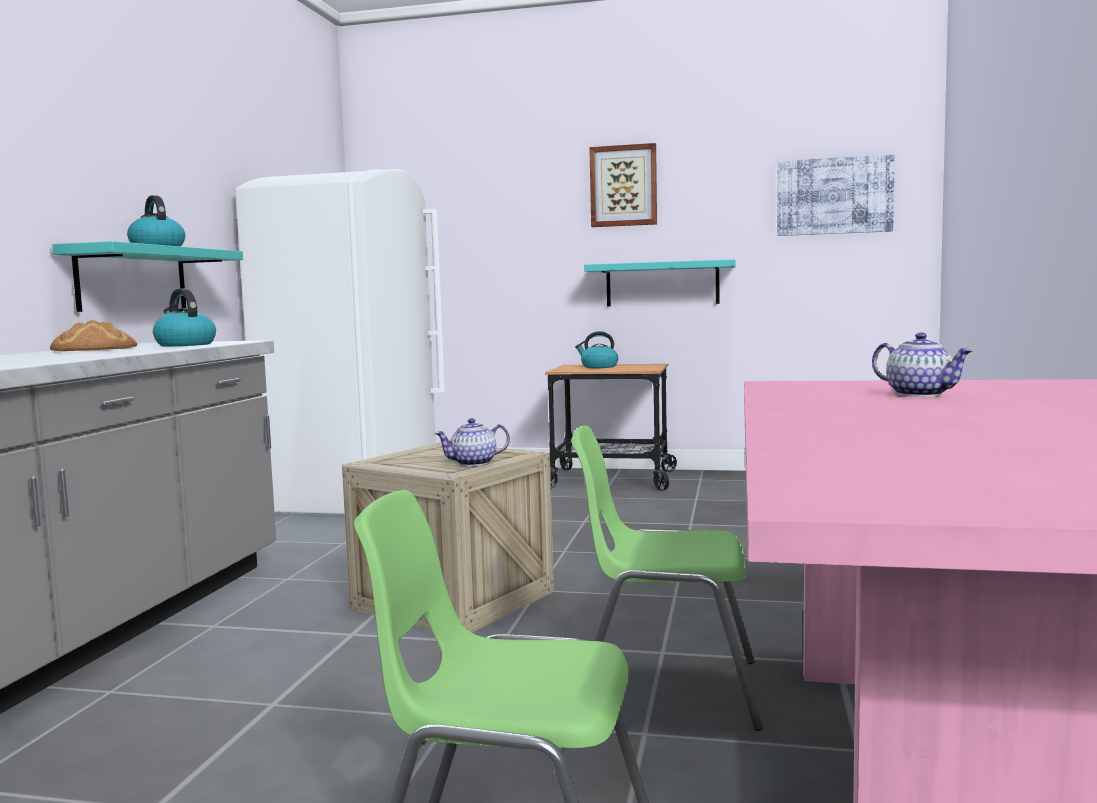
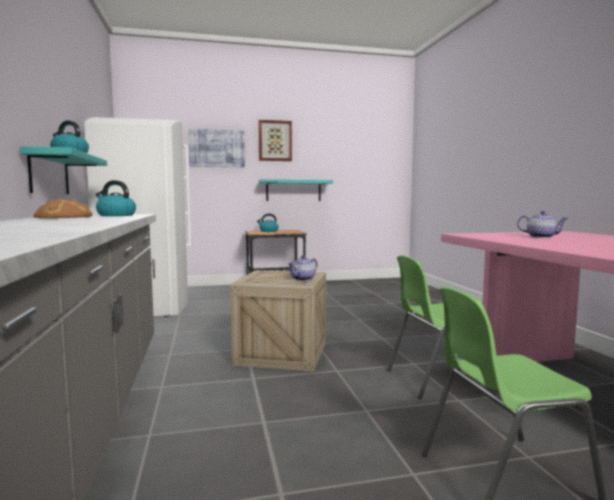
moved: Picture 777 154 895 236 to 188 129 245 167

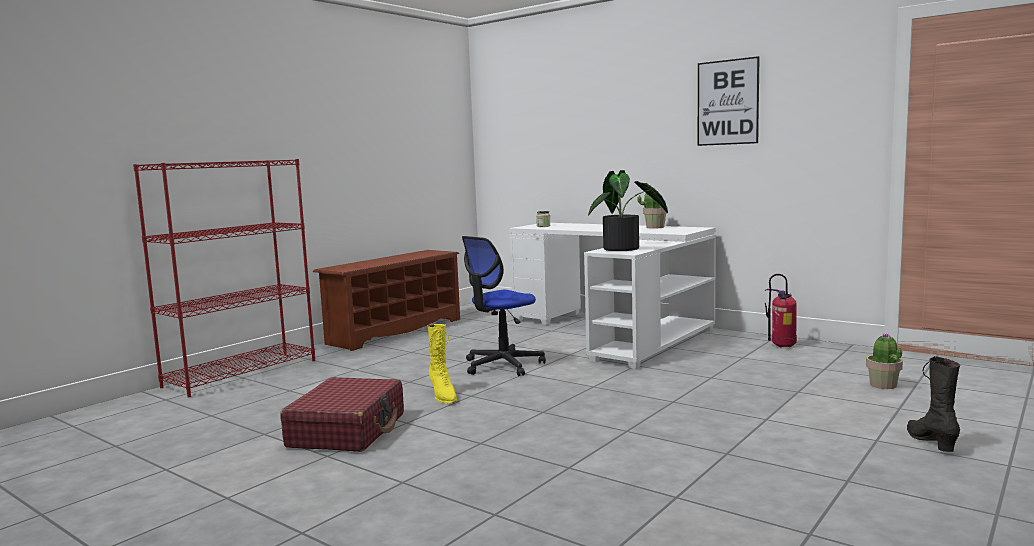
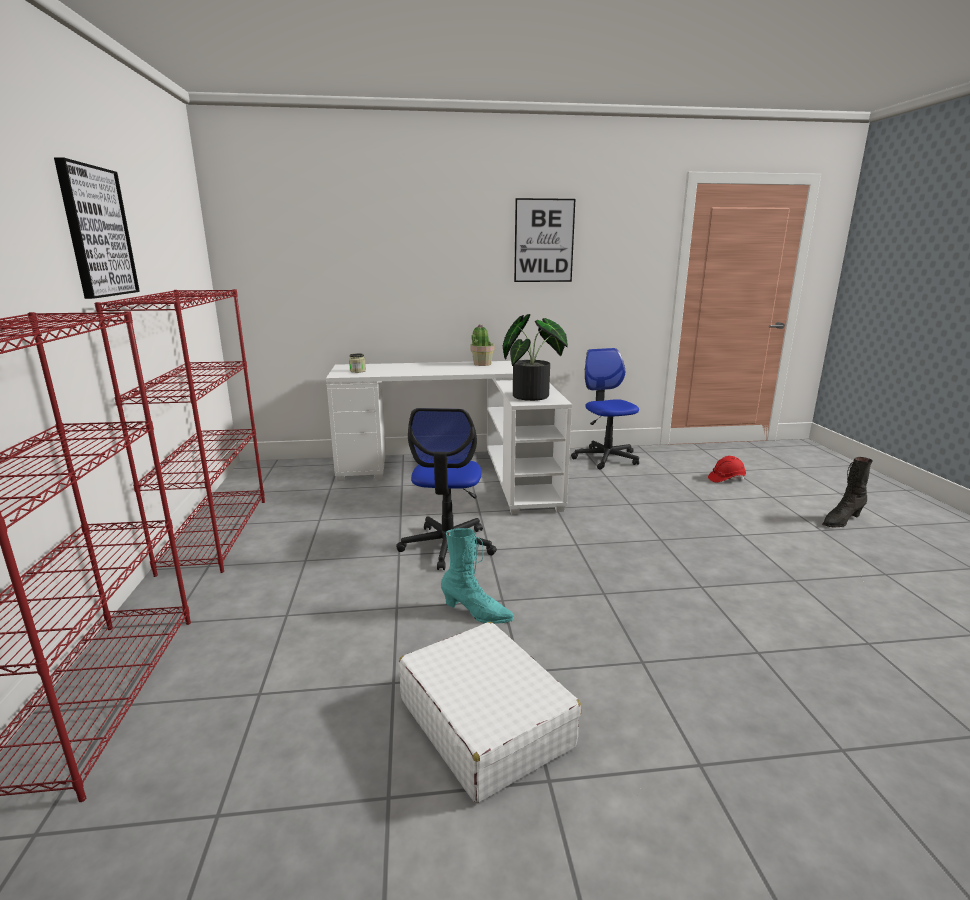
added: Picture 54 157 140 299
replaced: BrownShoeRack 313 250 460 351 to RedBookcase 94 289 265 577; FireExtinguisher 765 274 797 347 to OfficeChair 571 348 639 470; PottedPlant 866 333 903 389 to RedHardHat 708 456 746 482
recoloured: RedSuitcase 280 377 404 452 to WhiteSuitcase 398 622 581 803; YellowBoot 428 324 457 403 to TurquoiseBoot 441 528 514 624
turned: BlackBoot 907 356 960 452 = 822 457 873 528 75 degrees counterclockwise

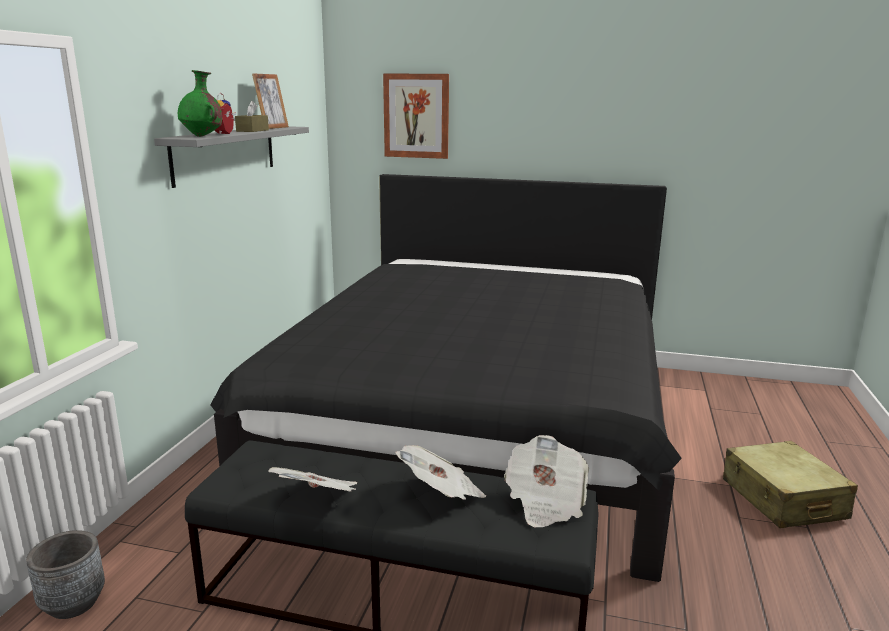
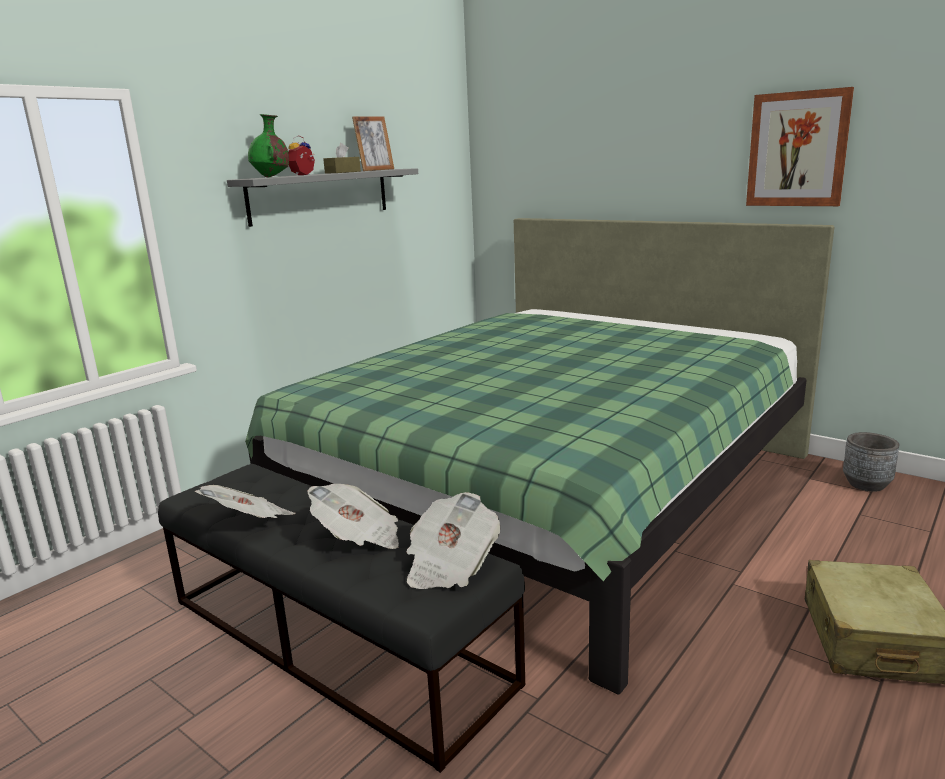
moved: GreyPlanter 26 530 105 619 to 843 432 899 492; Picture 383 73 449 159 to 746 87 854 206
recoloured: BlackBed 210 174 682 582 to GreenBed 245 218 834 695

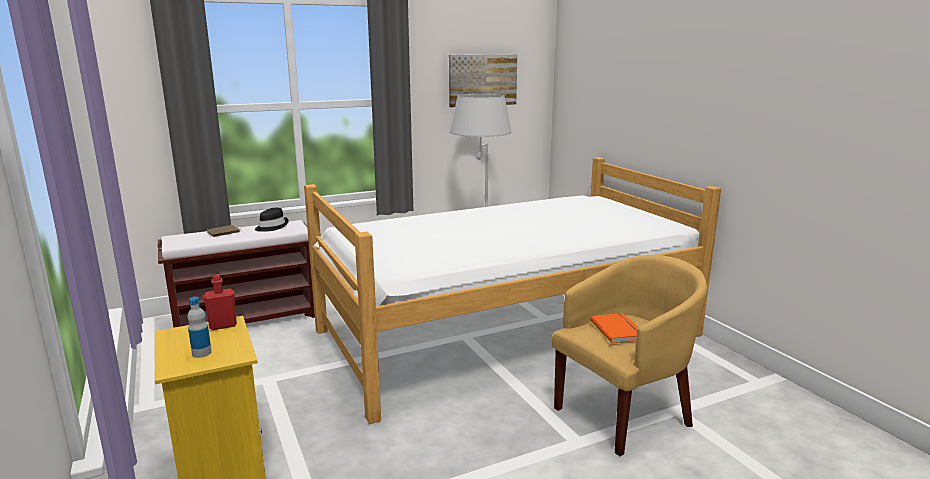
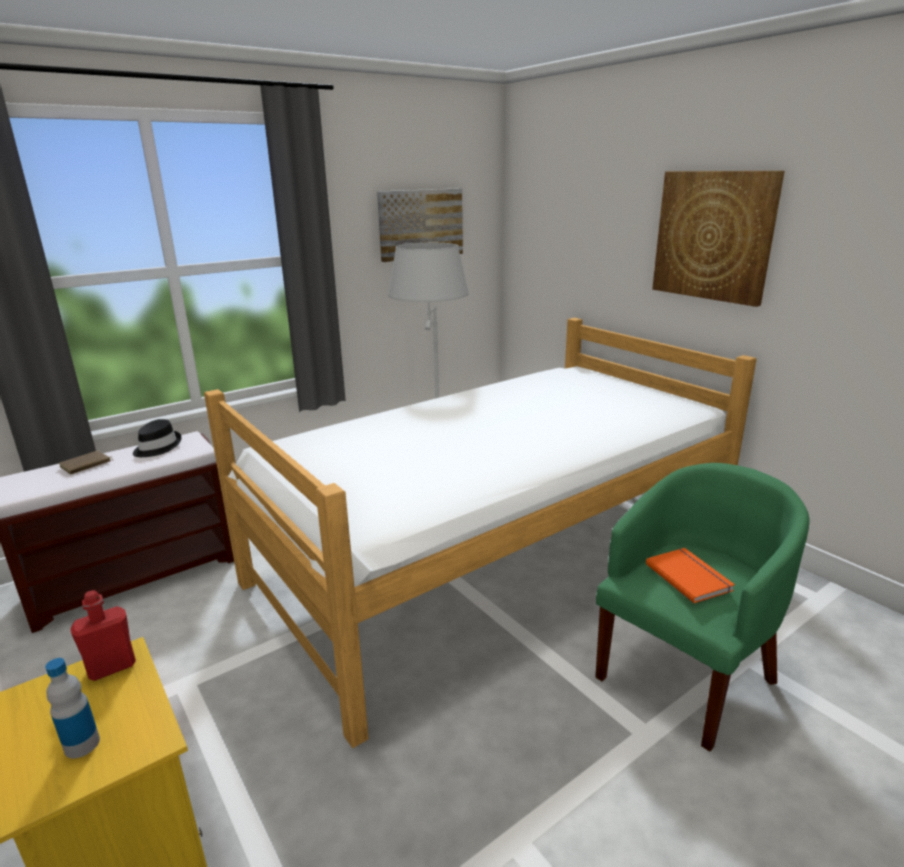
added: Picture 652 171 785 307
recoloured: YellowArmchair 552 255 707 456 to GreenArmchair 595 463 810 751

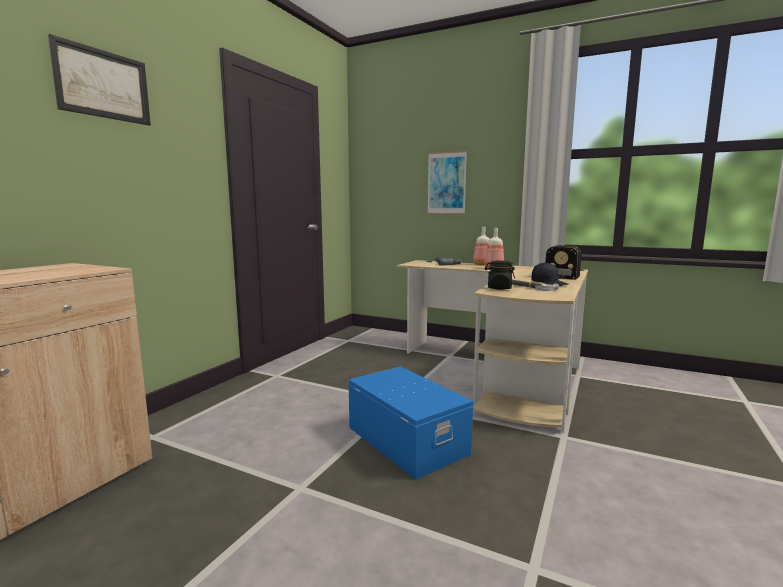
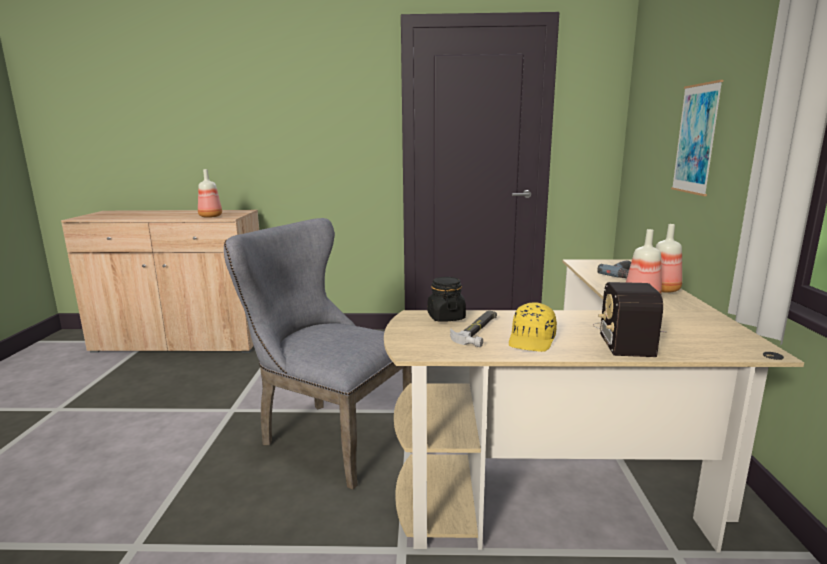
removed: Picture 48 34 151 126
added: Bottle 198 169 222 218
replaced: BlueStorageBox 349 366 473 480 to GreyChair 224 218 412 490
recoloured: BlackCap 531 262 568 286 to YellowCap 509 302 557 352

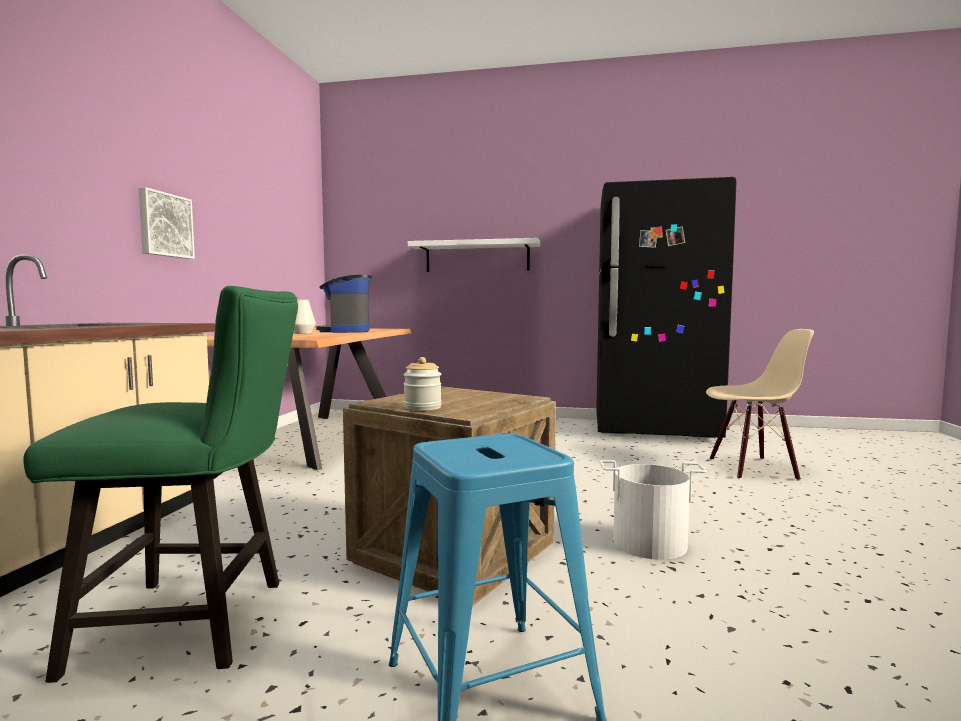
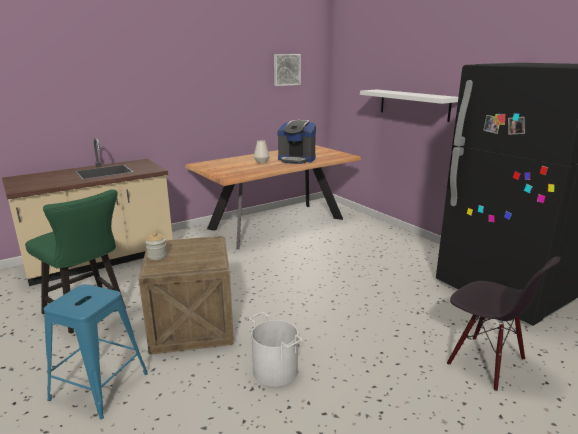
moved: Picture 139 187 195 259 to 274 54 301 86
recoloured: BeigeChair 706 329 814 481 to BlackChair 447 257 561 392
turned: CoffeeMachine 316 275 372 333 = 278 120 316 164 105 degrees counterclockwise

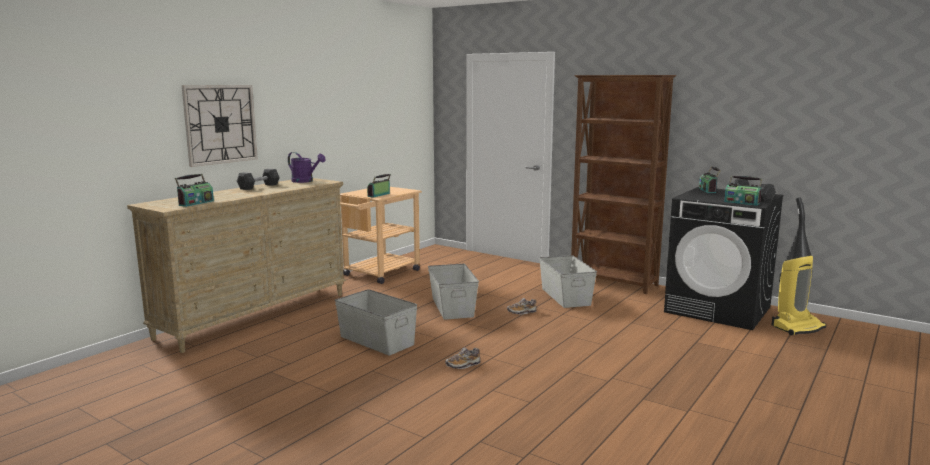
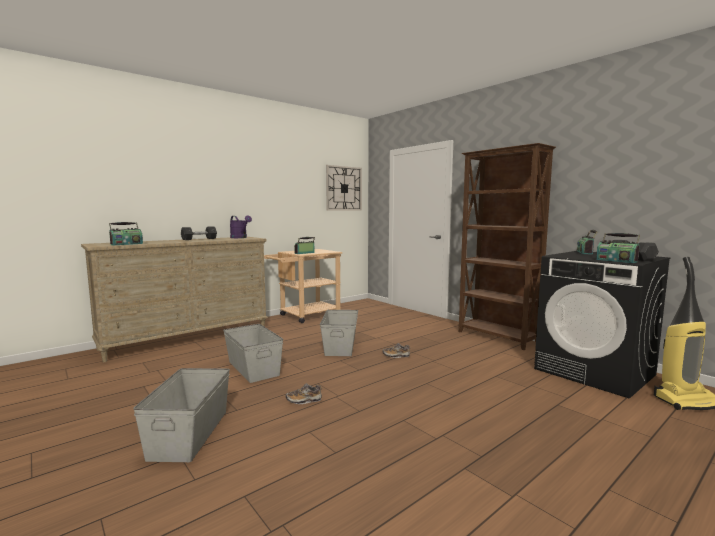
moved: WallClock 182 85 258 167 to 326 165 362 211; GreyStorageBox 539 255 597 308 to 133 368 230 462

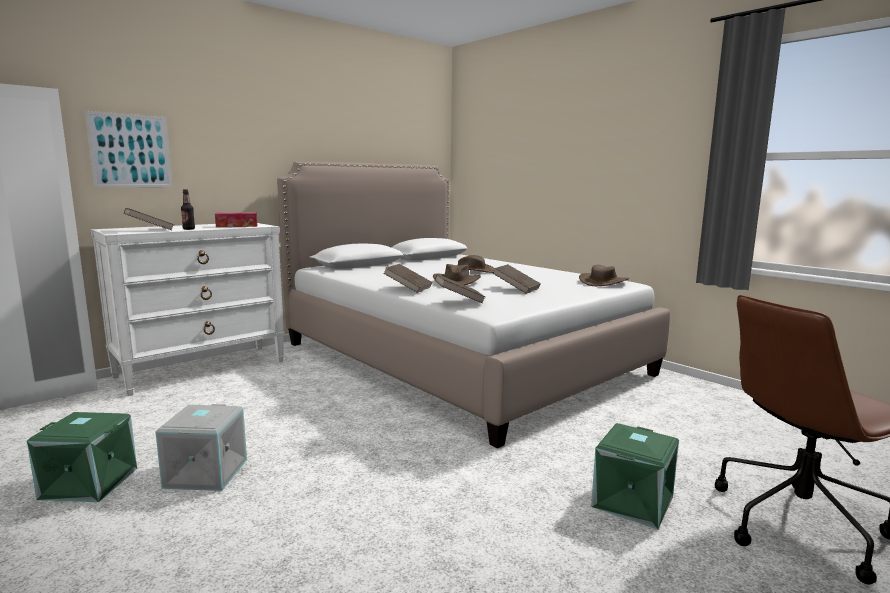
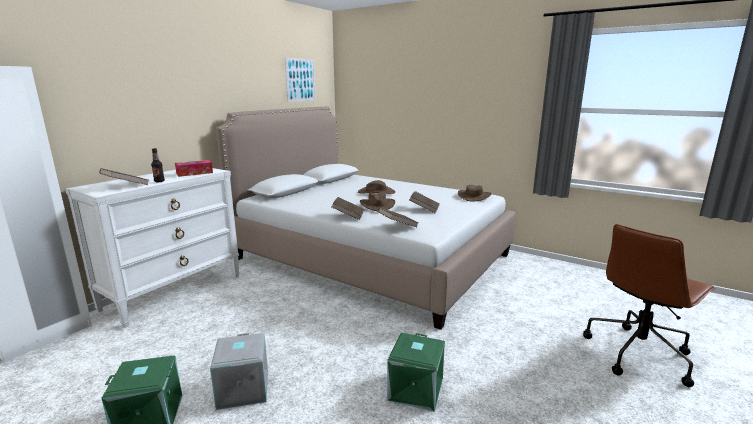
moved: Picture 85 111 173 187 to 285 58 316 102; GreenStorageBox 591 423 679 530 to 387 333 445 412

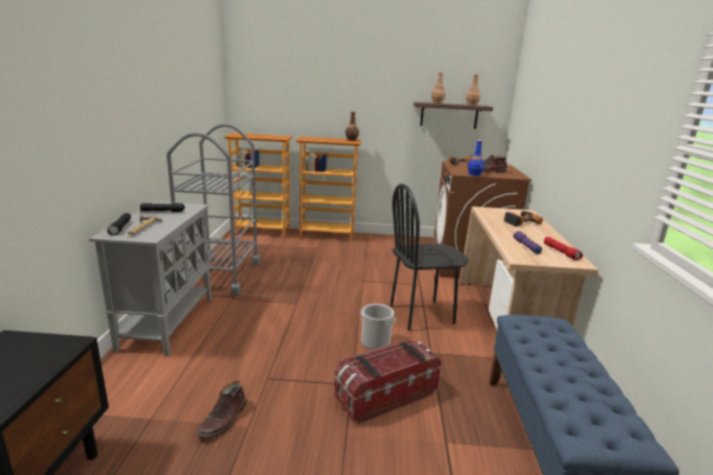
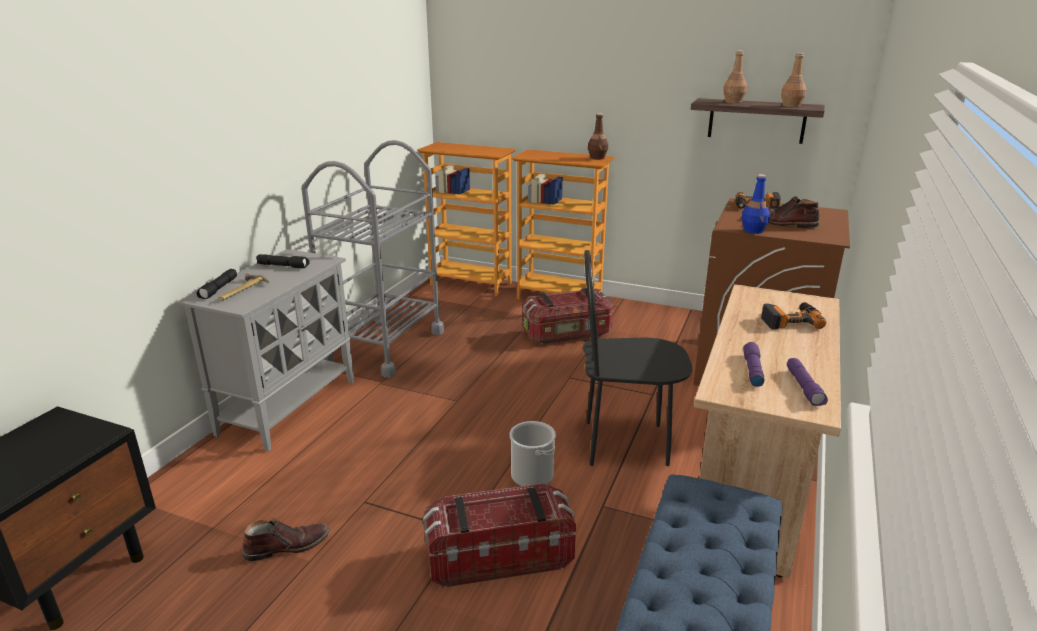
added: StorageBox 522 288 614 344
recoloured: RedFlashlight 544 237 583 260 to PurpleFlashlight 787 358 828 406
turned: BrownBoot 196 381 246 438 = 242 518 330 561 150 degrees counterclockwise

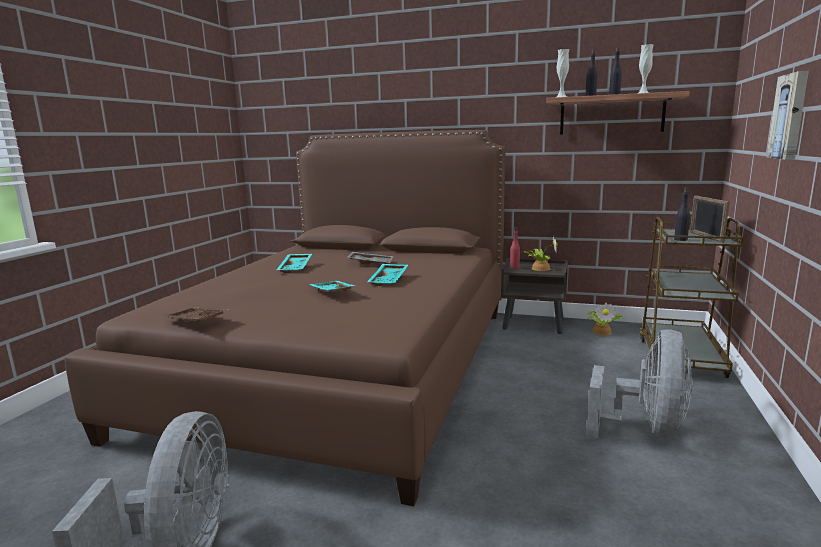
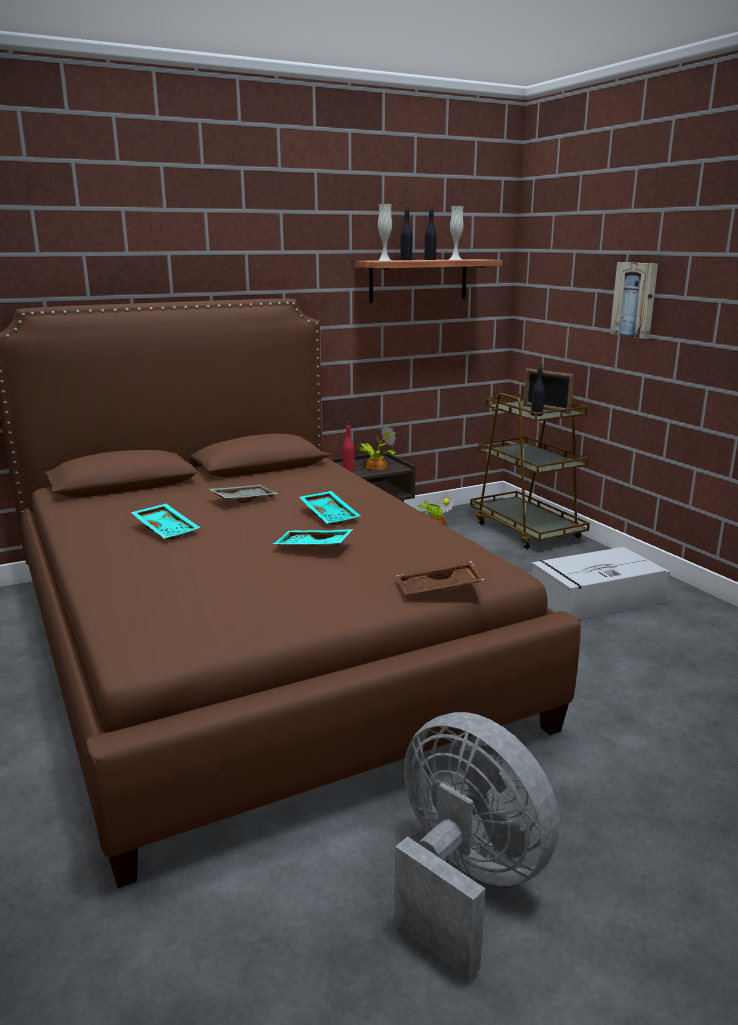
moved: BrownTray 163 307 228 322 to 395 561 485 594
replaced: GreyFan 586 329 693 440 to GreyStorageBox 531 547 670 620

